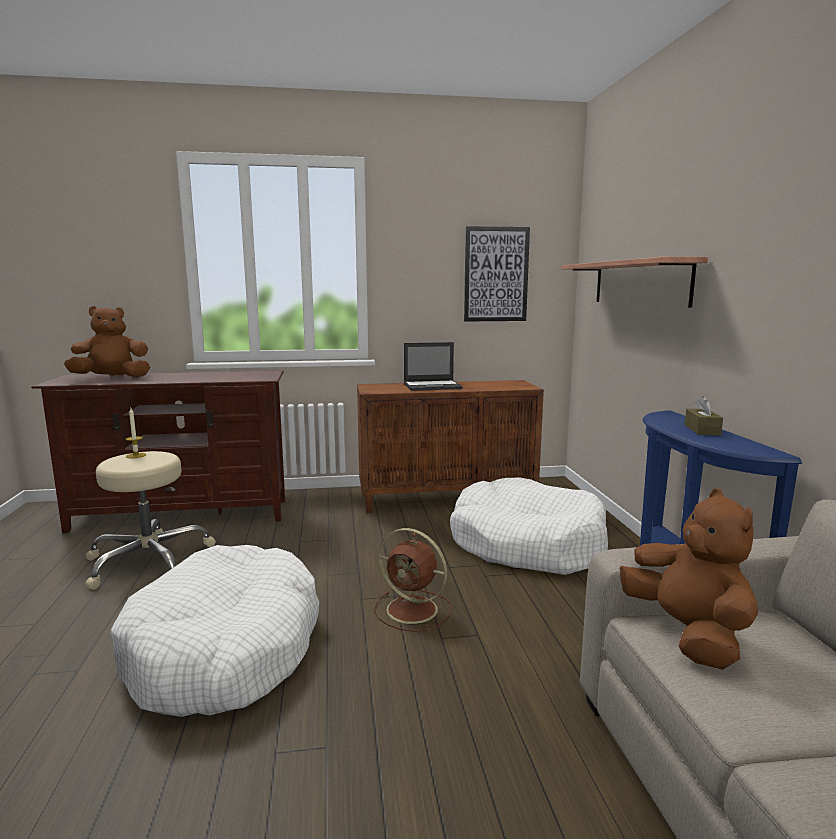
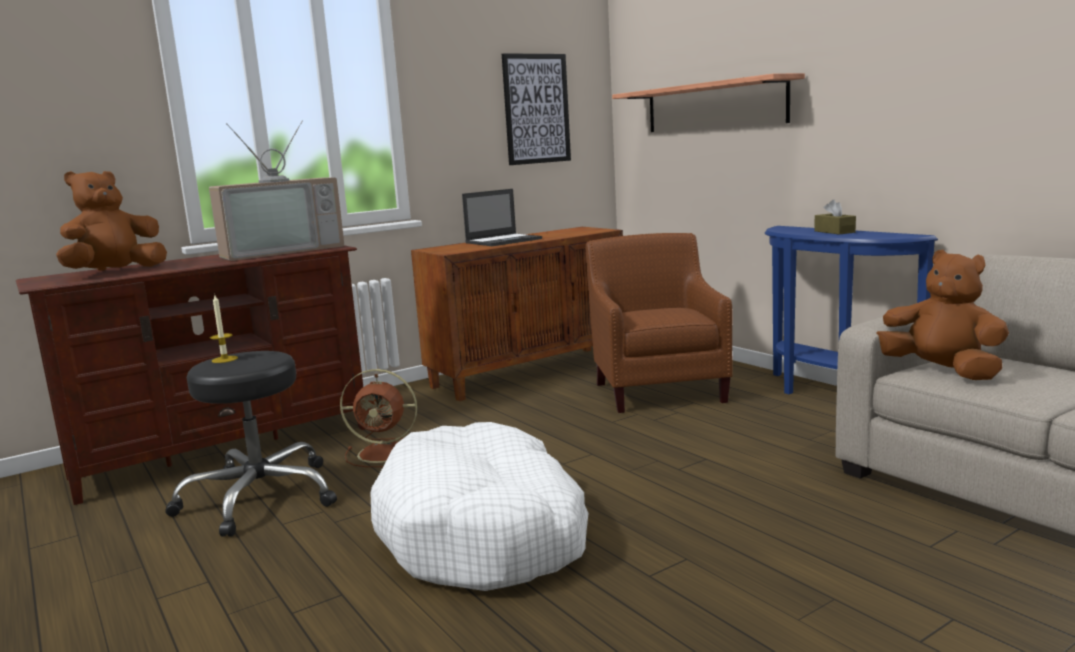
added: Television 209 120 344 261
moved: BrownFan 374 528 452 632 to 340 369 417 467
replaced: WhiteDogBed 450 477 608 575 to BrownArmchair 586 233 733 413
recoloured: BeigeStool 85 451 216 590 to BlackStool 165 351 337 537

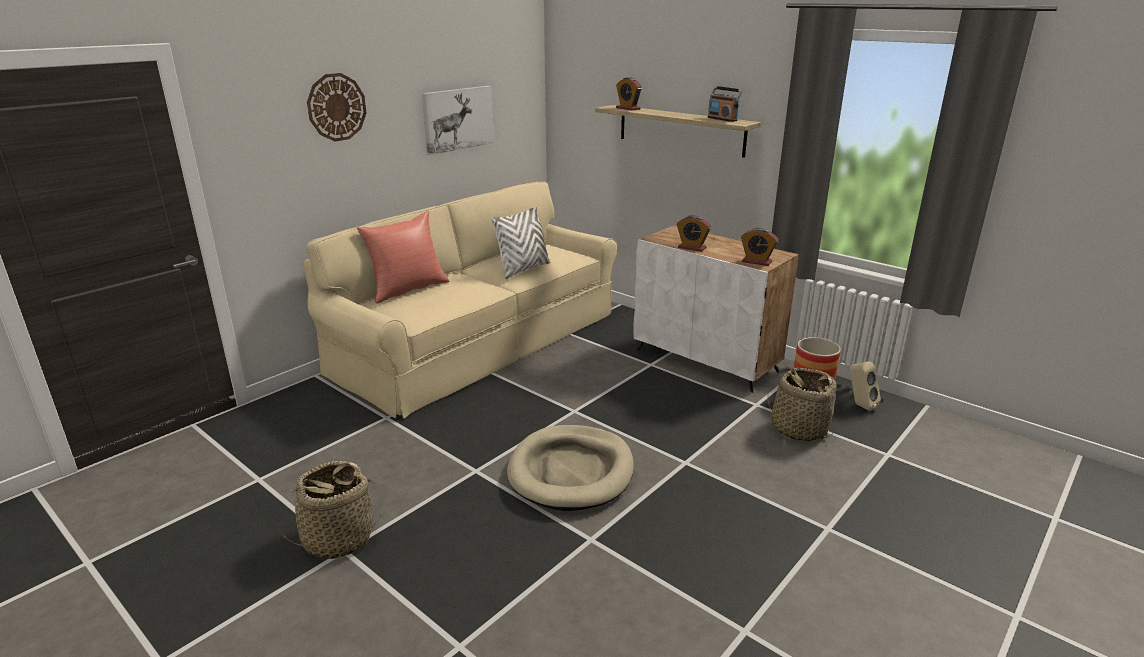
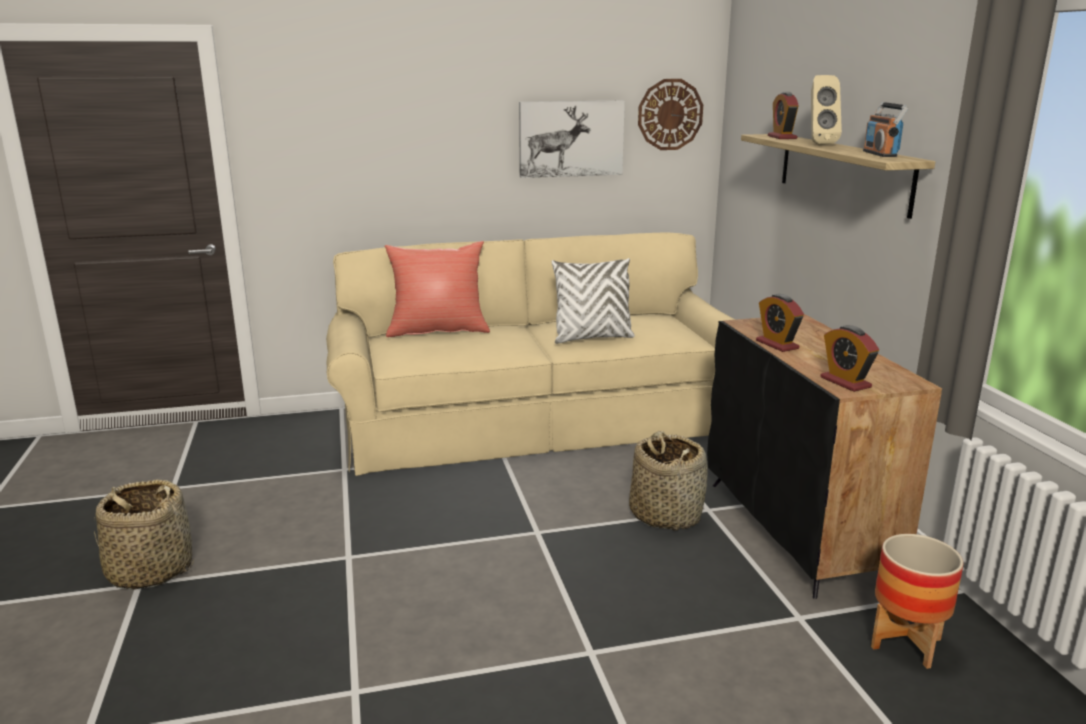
removed: BeigeDogBed 507 425 634 511
moved: WallClock 307 73 367 141 to 638 79 703 150; Basket 768 367 837 442 to 629 431 708 531; BeigeSpeaker 850 361 881 411 to 811 75 842 145
recoloured: WhiteCabinet 633 226 799 393 to BlackCabinet 707 314 942 599

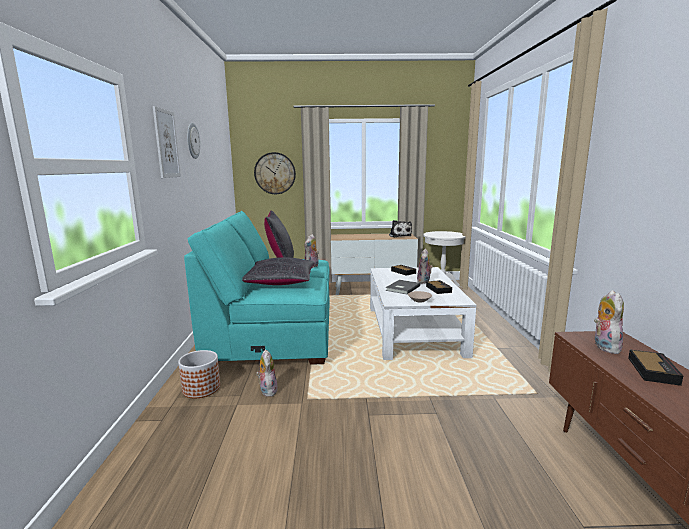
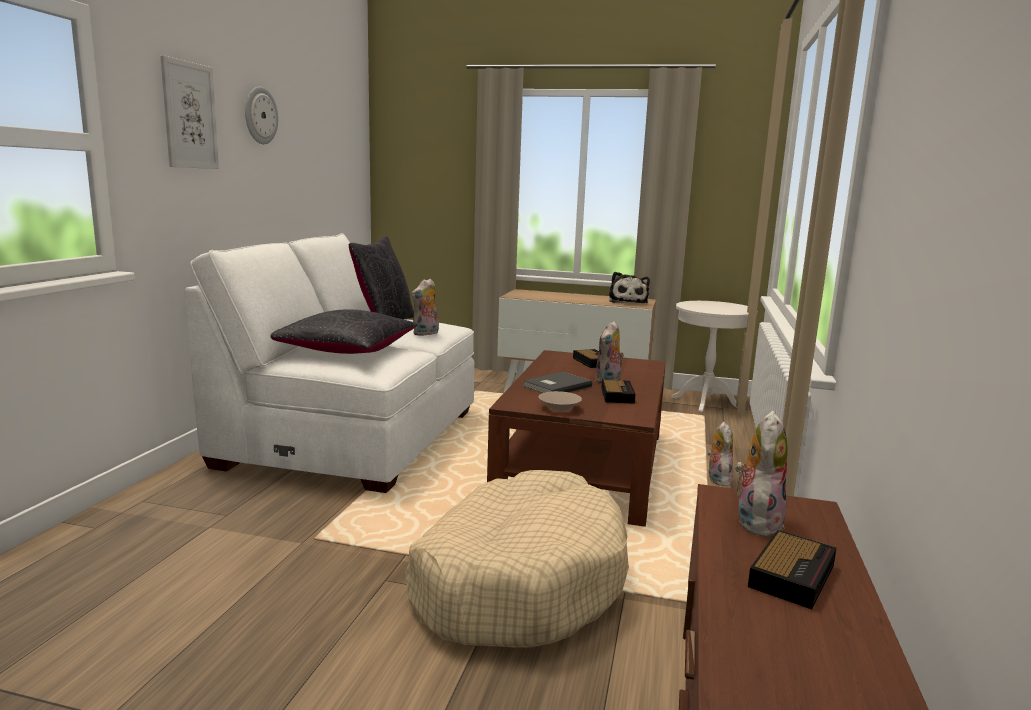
removed: Planter 178 350 220 398; WallClock 254 152 296 194
added: BeigeDogBed 405 470 629 648
moved: PlushToy 256 349 278 397 to 707 422 733 486
recoloured: TurquoiseSofa 184 211 330 365 to WhiteSofa 185 233 474 493; WhiteCoffeeTable 370 267 476 360 to BrownCoffeeTable 487 350 666 527

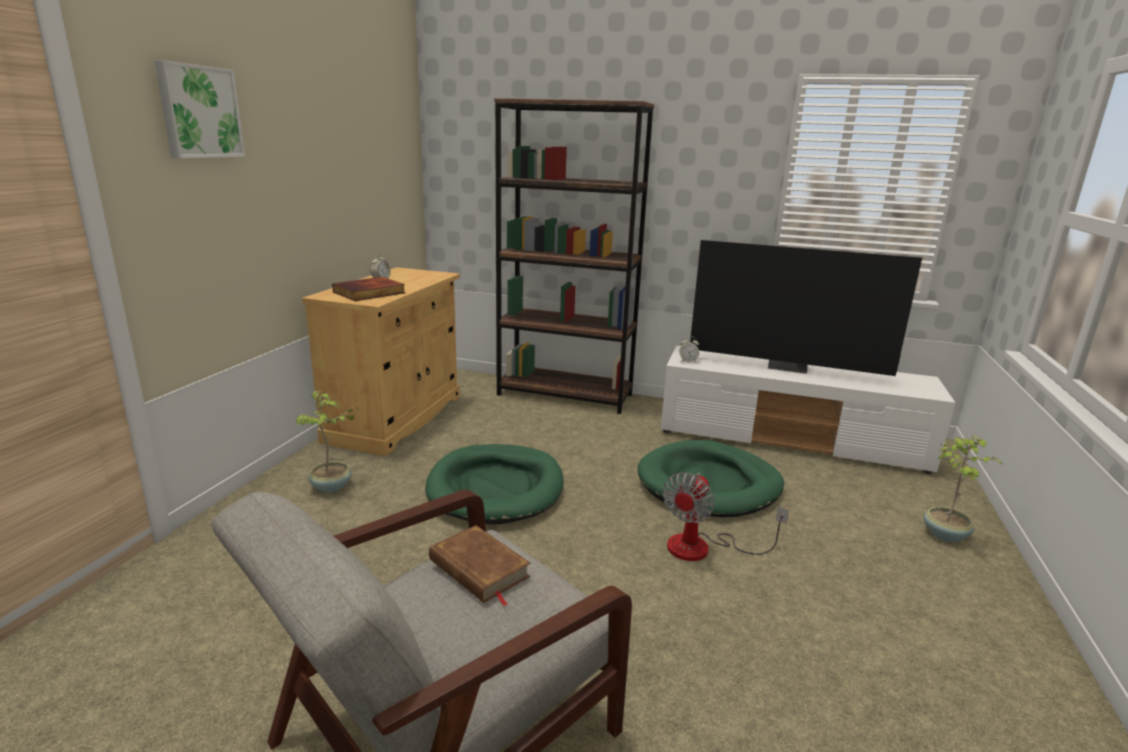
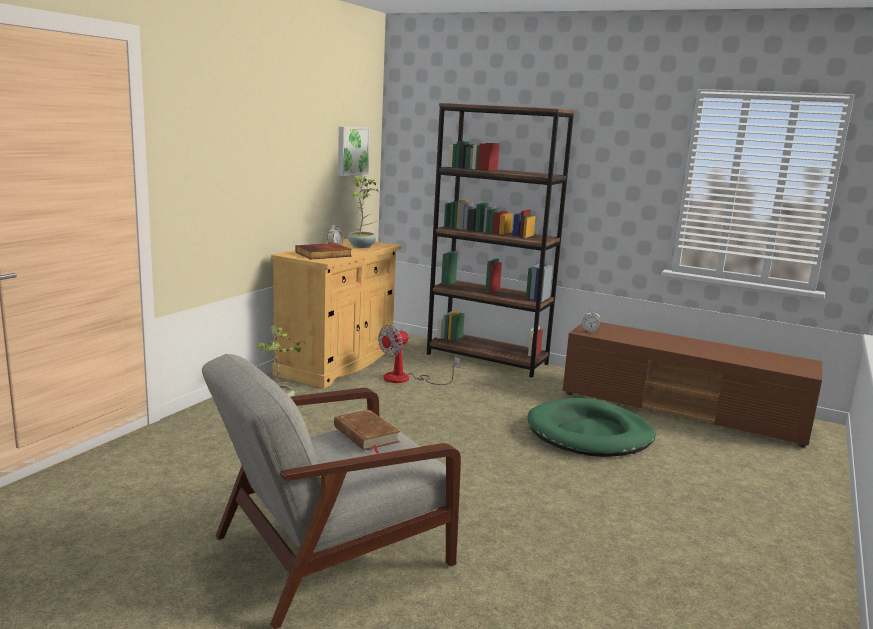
removed: GreenDogBed 425 444 564 525; Television 690 240 922 376
moved: Picture 154 60 245 158 to 338 127 370 176; Fan 662 473 789 561 to 378 325 460 385; PottedPlant 924 435 1003 542 to 348 176 378 248
recoloured: WhiteTvStand 661 346 955 474 to BrownTvStand 563 322 822 448

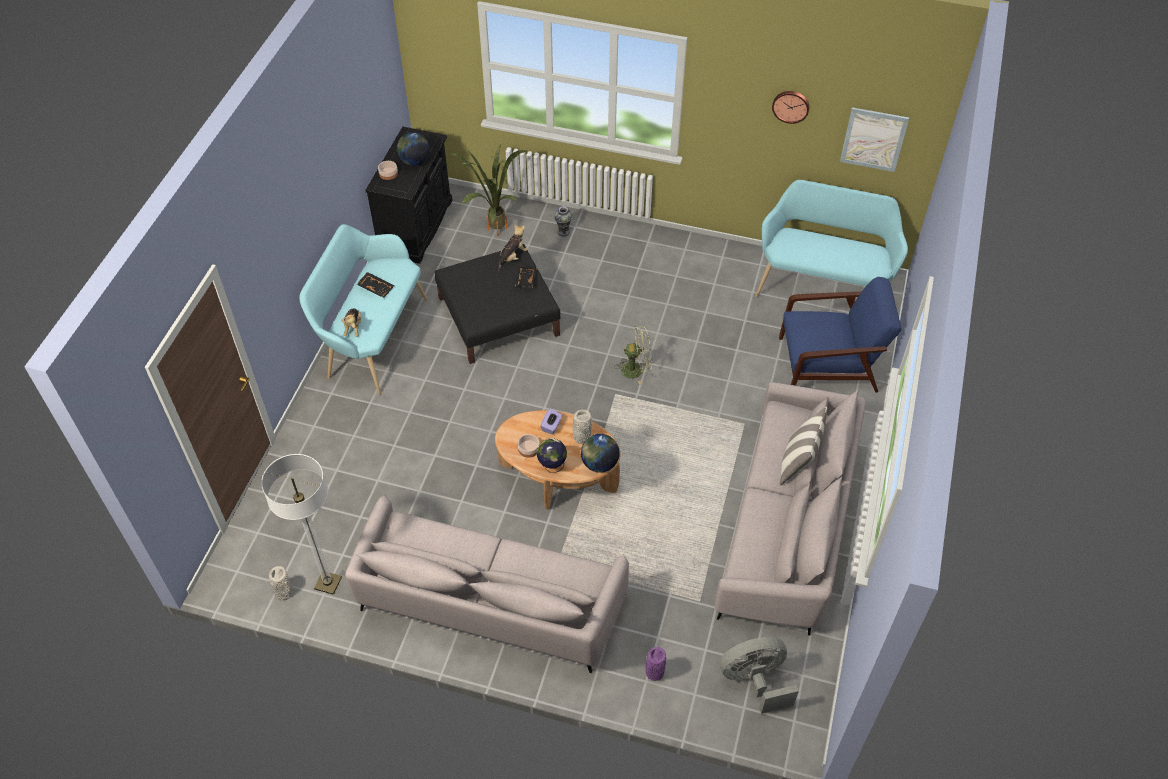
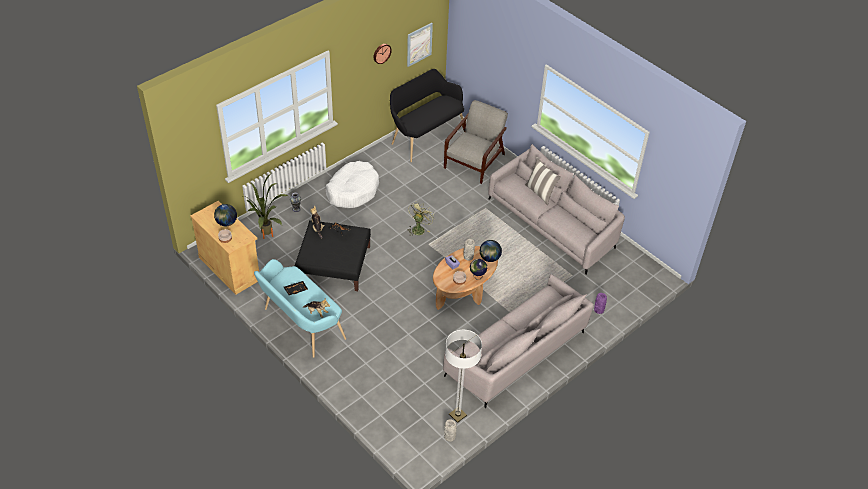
removed: GreyFan 720 637 799 714
added: WhiteDogBed 326 161 379 208
recoloured: BlackCabinet 365 127 453 264 to BeigeCabinet 190 201 259 295; TurquoiseBench 755 180 908 297 to BlackBench 390 69 464 162; BlueArmchair 779 277 901 393 to GreyArmchair 444 100 508 184

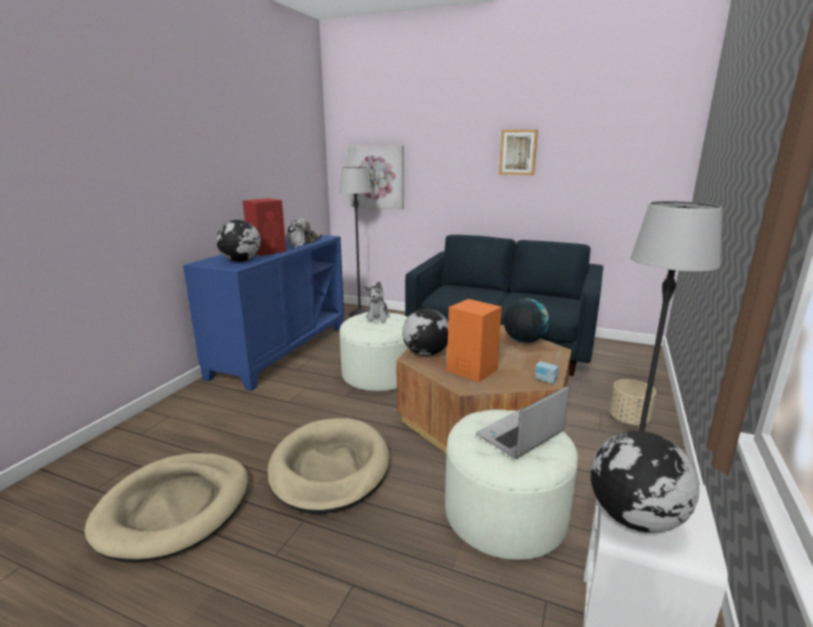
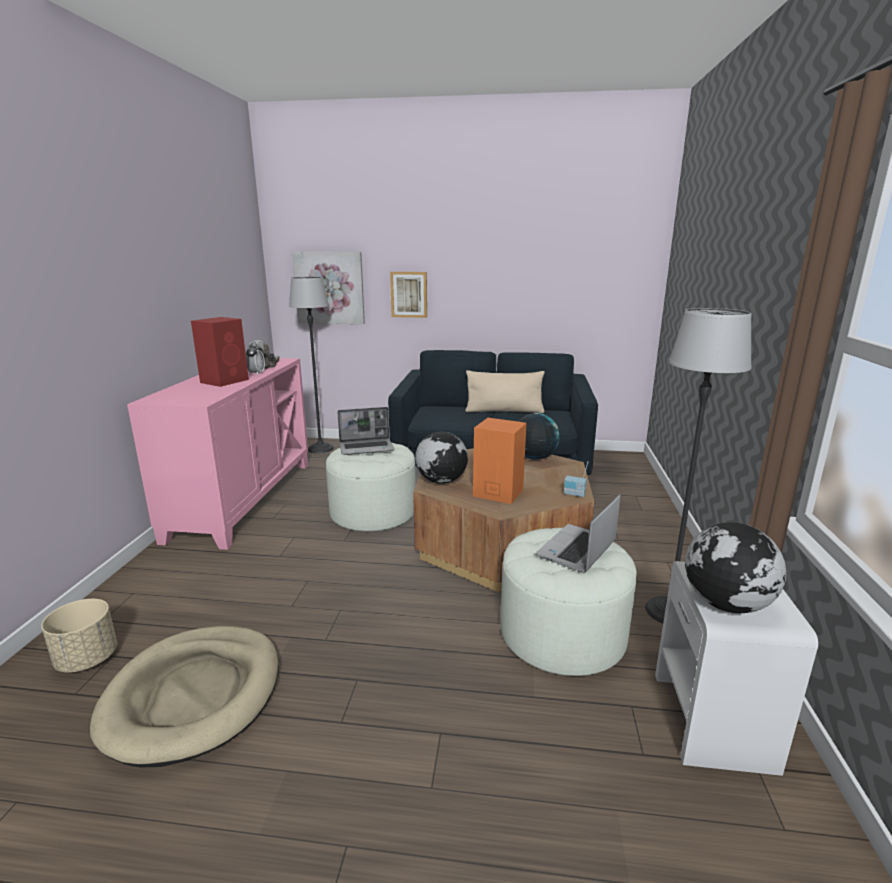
removed: Globe 216 220 261 262; BeigeDogBed 267 418 390 514
added: BeigePillow 465 370 545 413
moved: Picture 499 130 538 175 to 390 272 427 318; BeigePlanter 610 379 656 425 to 41 599 117 673
replaced: PlushToy 364 281 390 322 to Laptop 337 407 394 455
recoloured: BlueCabinet 183 235 344 391 to PinkCabinet 127 358 308 550

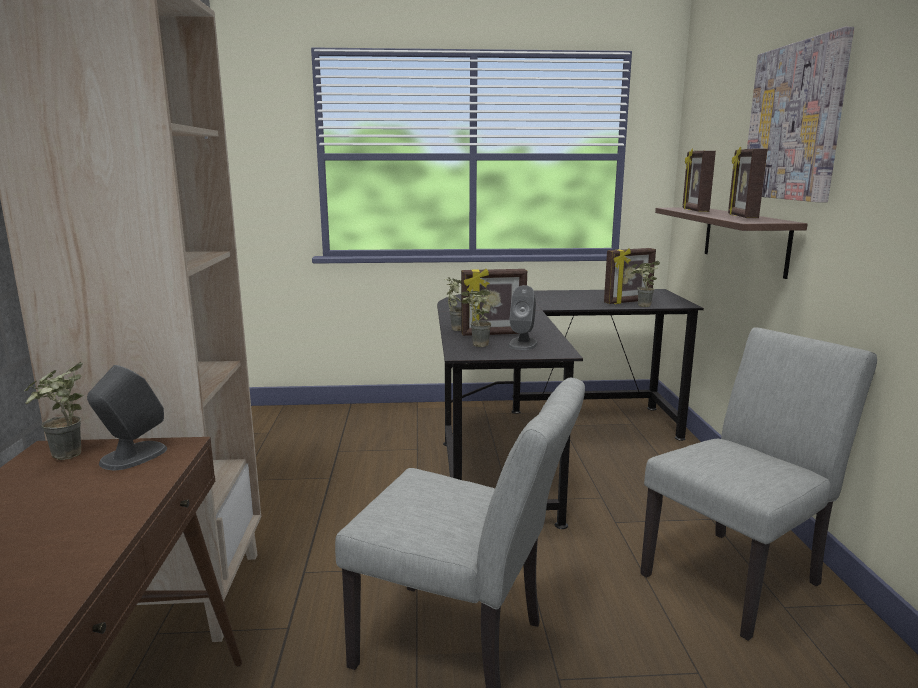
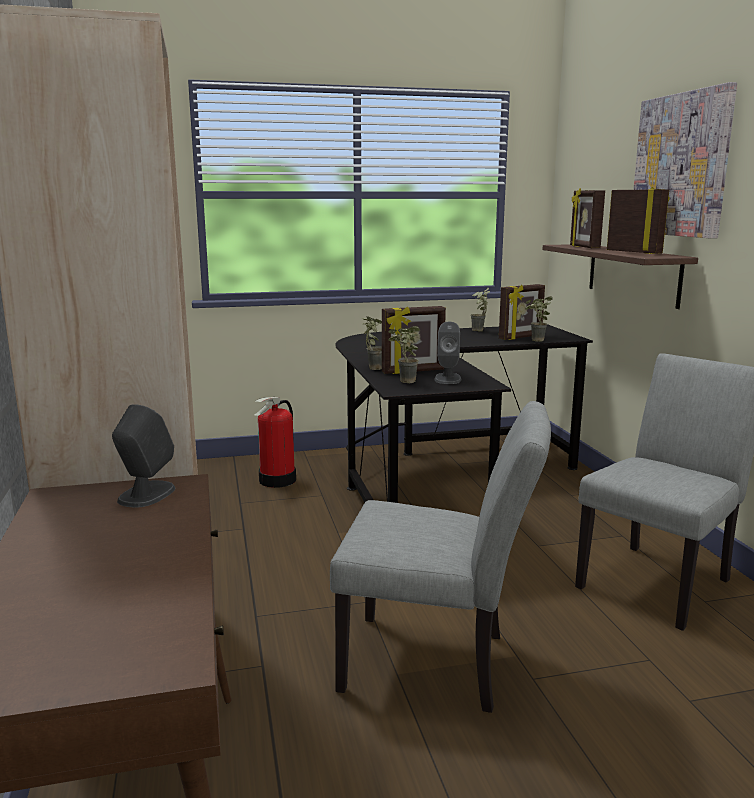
added: FireExtinguisher 254 397 296 488
moved: PottedPlant 24 362 84 460 to 471 288 490 332
turned: PictureFrame 728 147 767 218 = 607 187 670 254 150 degrees clockwise

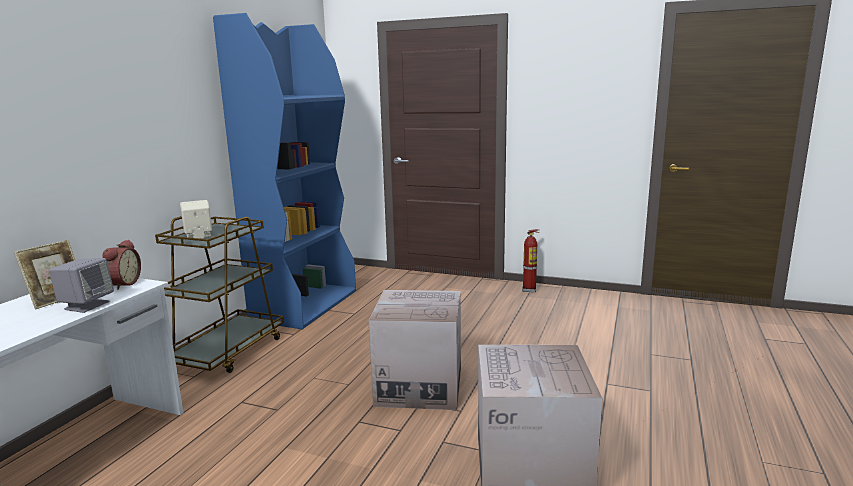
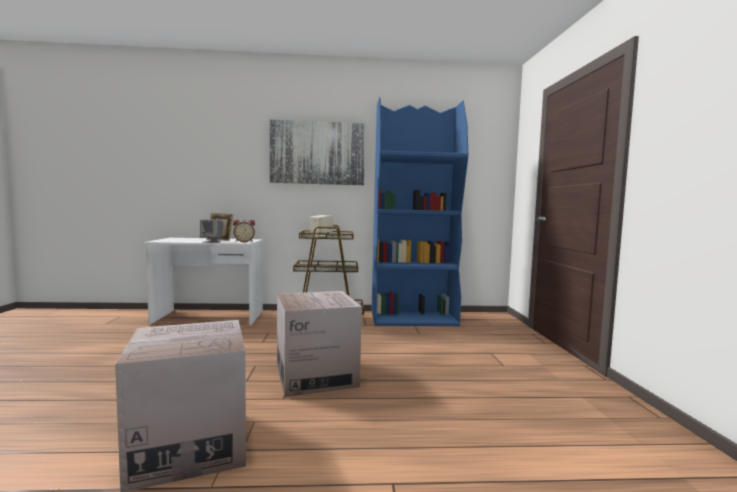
removed: FireExtinguisher 522 229 539 292
added: Picture 270 120 365 185

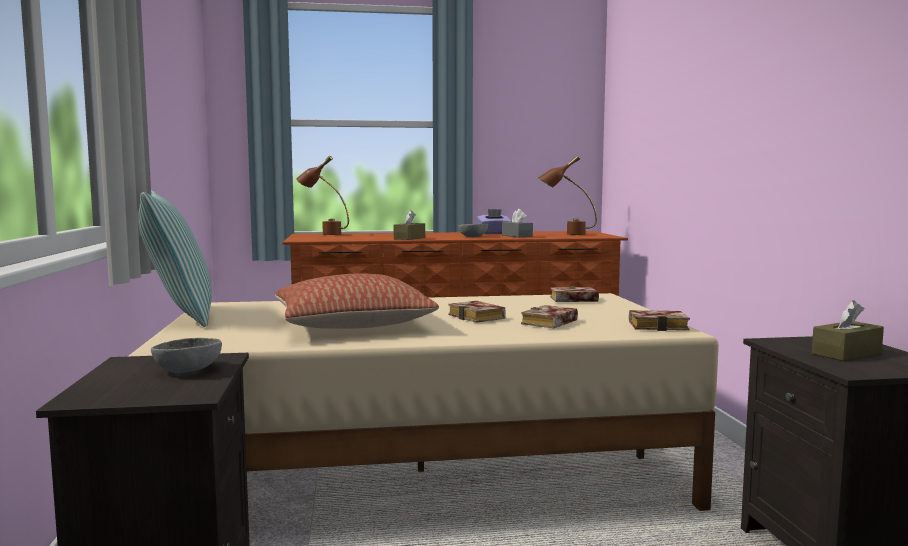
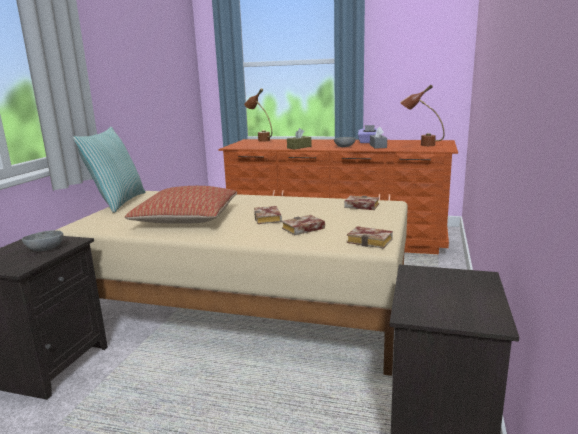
removed: BrownTissueBox 812 300 884 361

